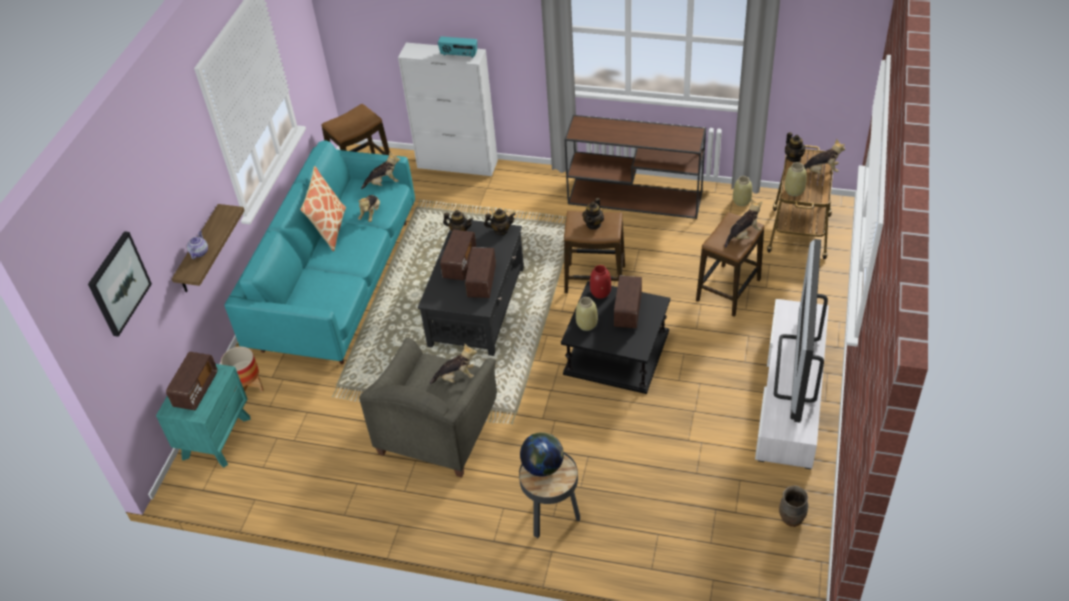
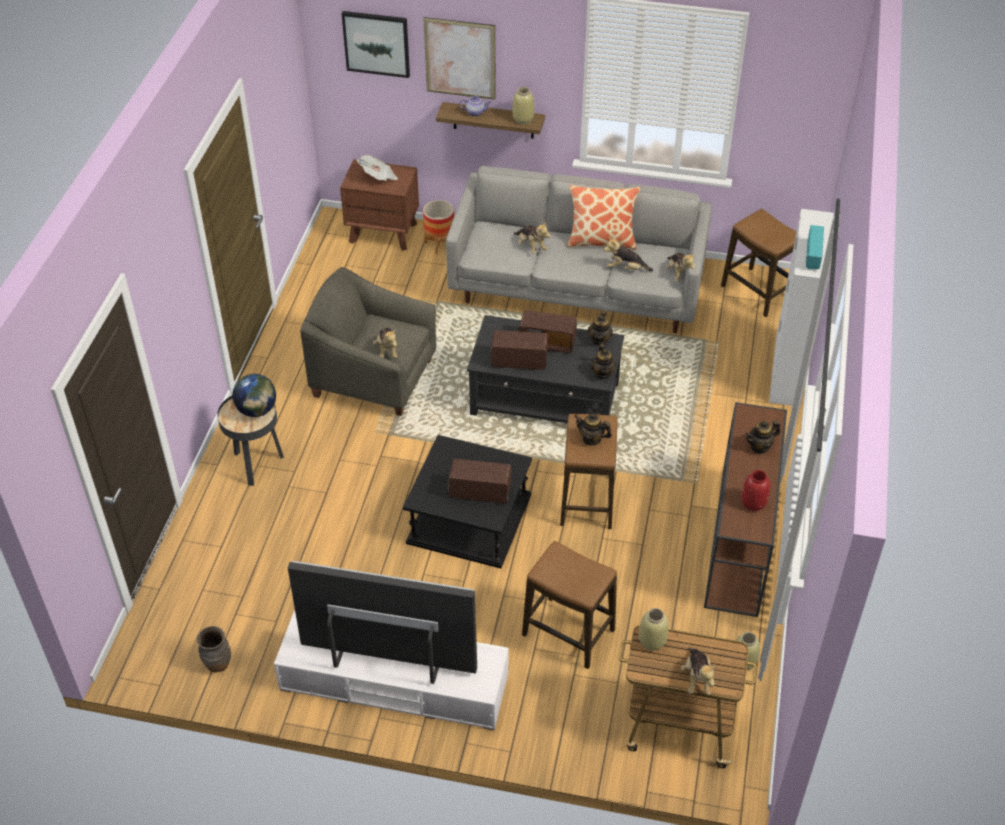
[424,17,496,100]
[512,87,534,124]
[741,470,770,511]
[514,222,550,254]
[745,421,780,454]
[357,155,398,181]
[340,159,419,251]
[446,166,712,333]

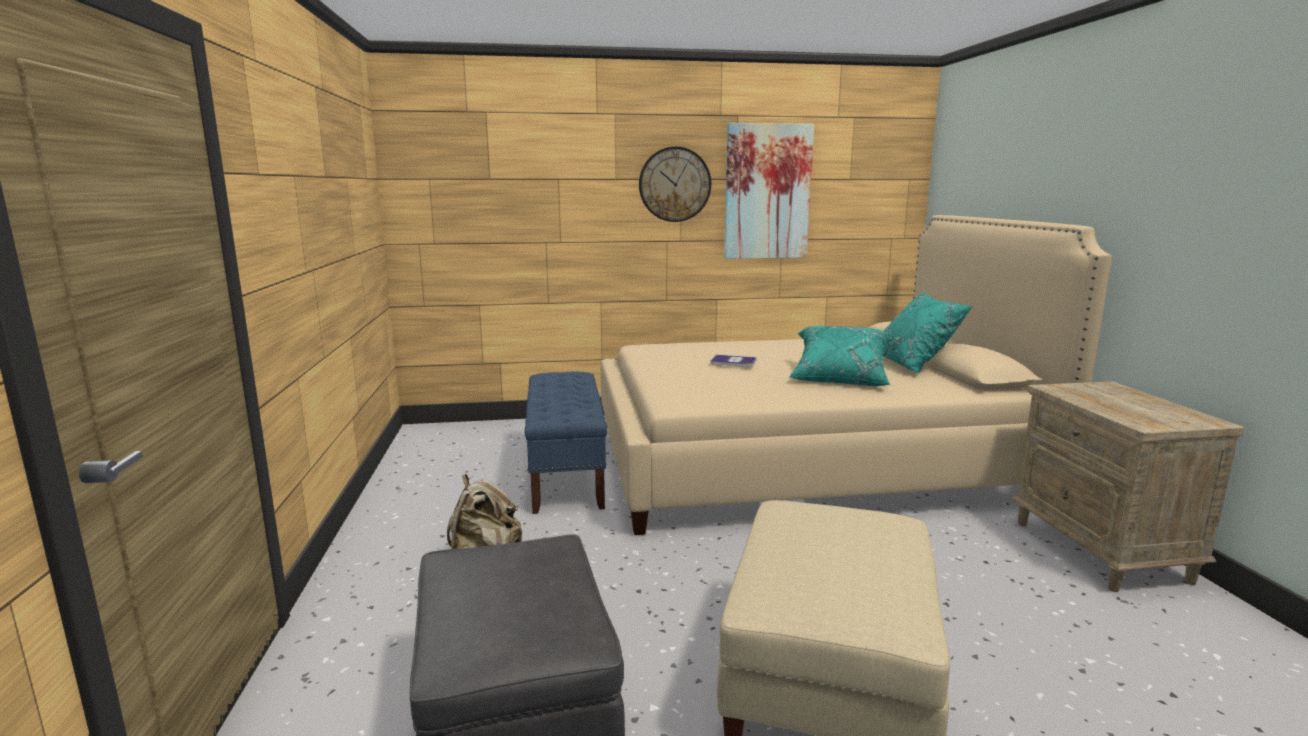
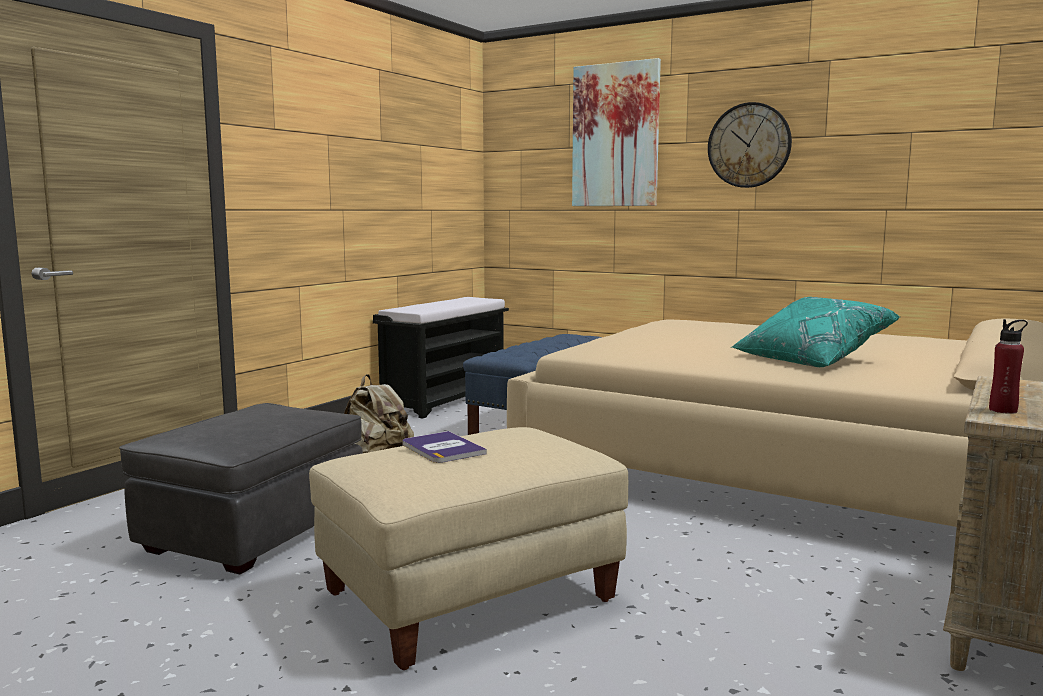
[882,292,973,373] (first image)
[373,297,509,419]
[989,319,1028,414]
[403,431,487,463]
[572,58,661,206]

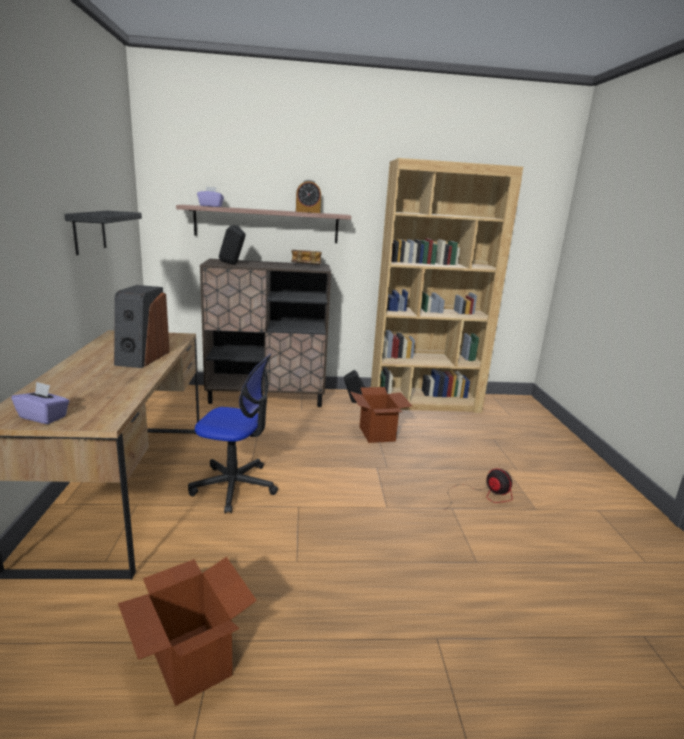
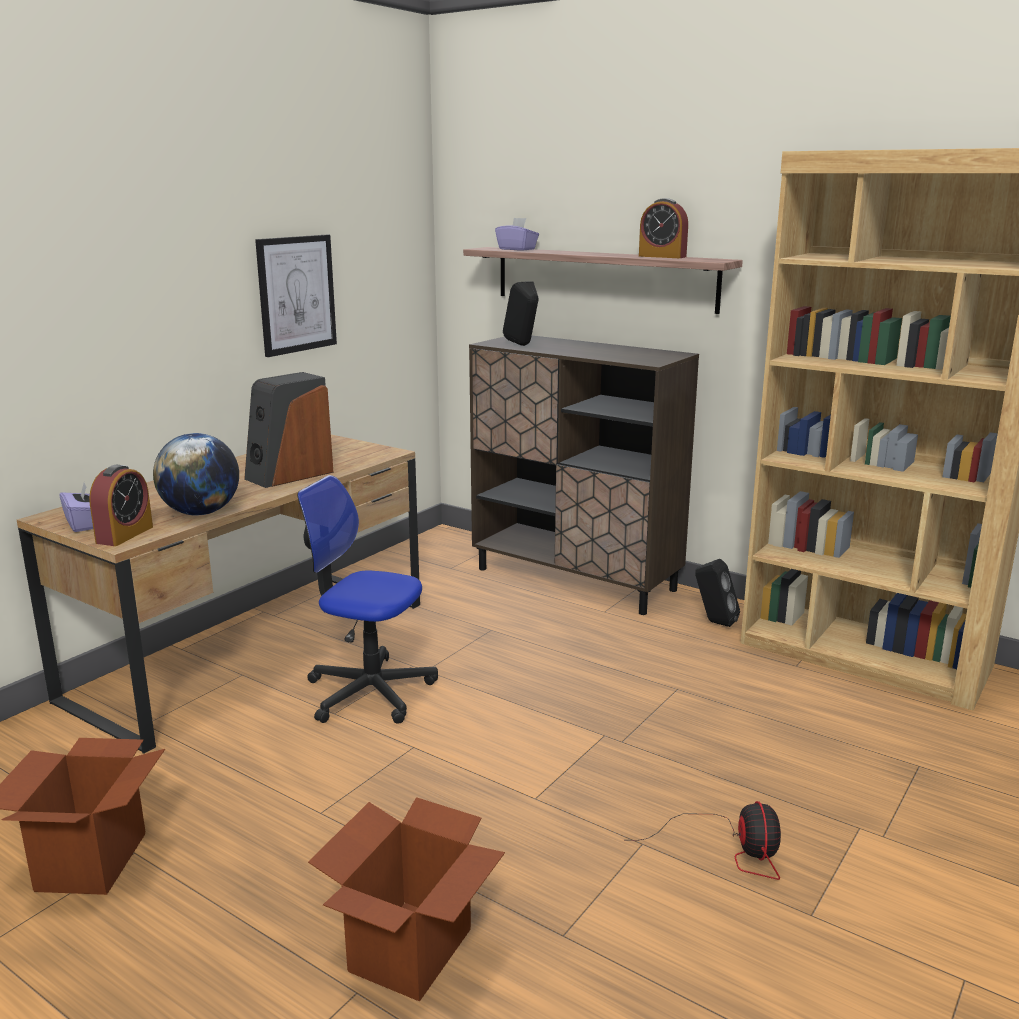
[291,250,322,265] (first image)
[89,465,153,546]
[153,433,239,515]
[308,797,505,1002]
[255,235,337,357]
[297,475,438,724]

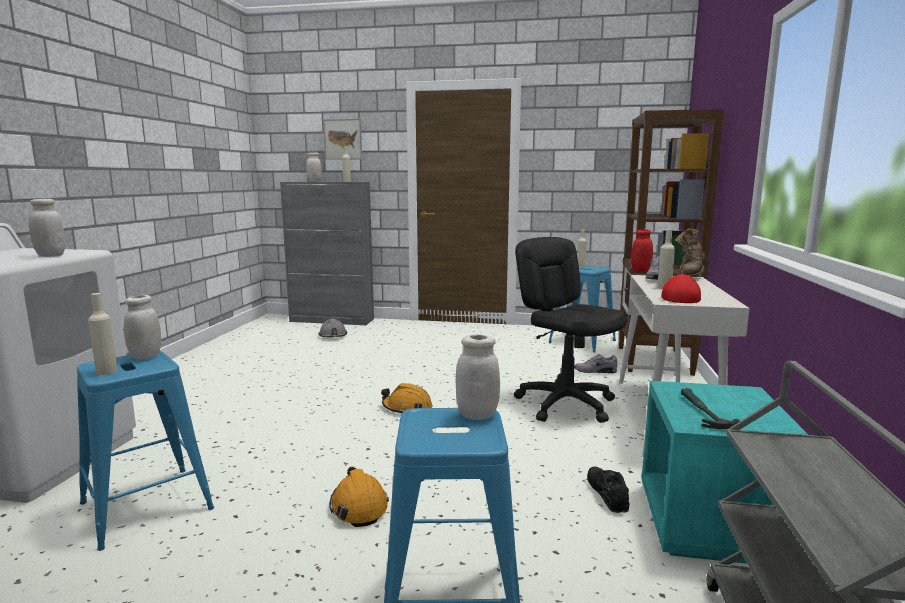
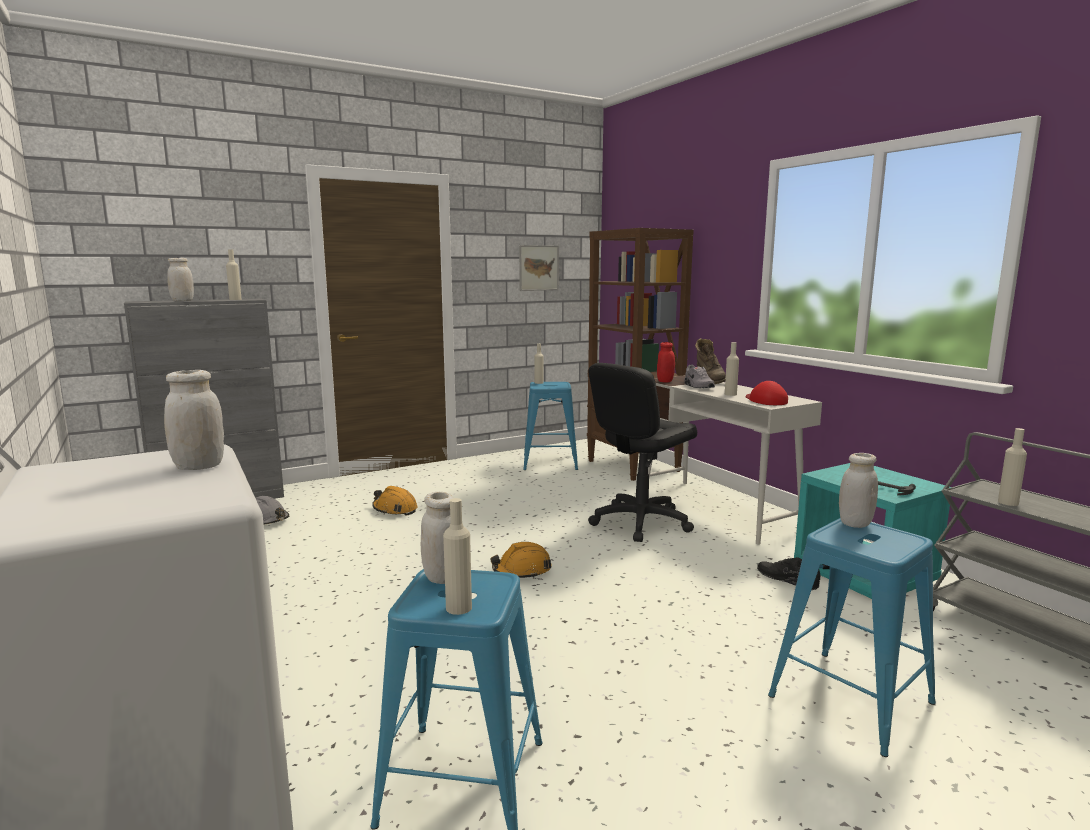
[574,354,618,373] (first image)
[998,428,1027,506]
[519,245,559,291]
[372,486,418,516]
[588,363,697,542]

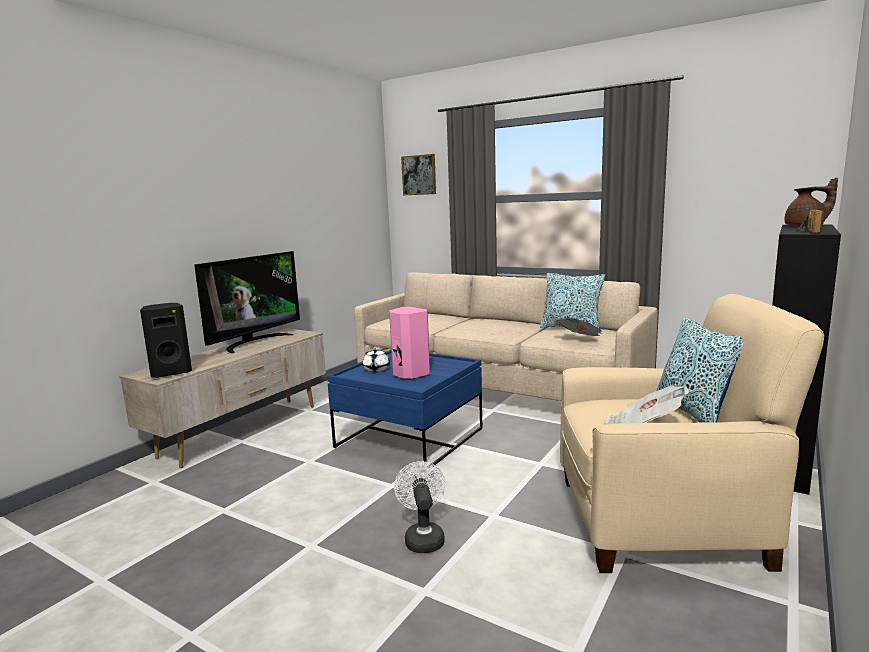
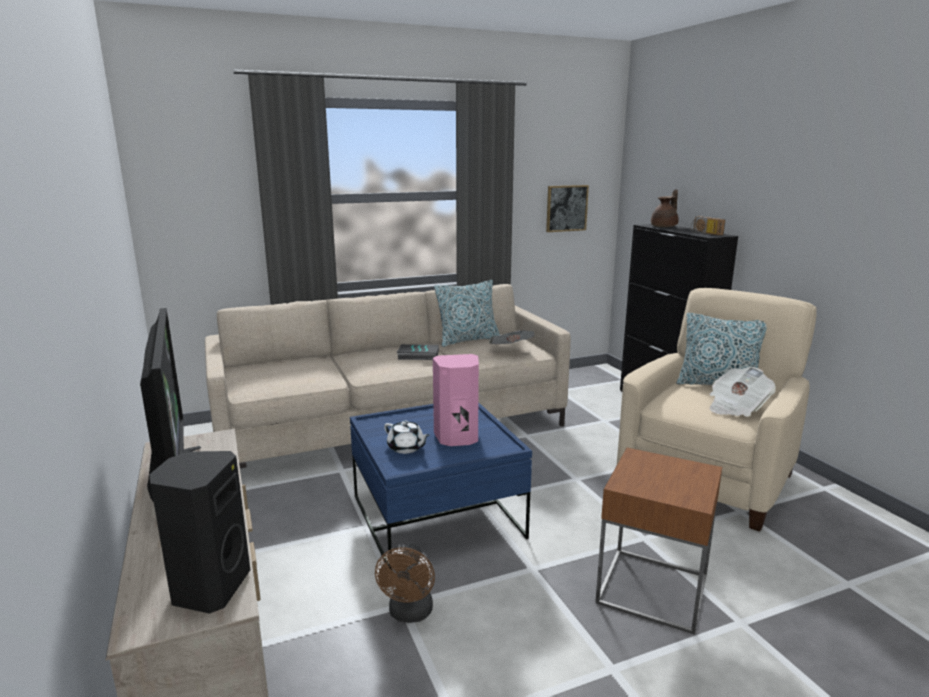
[375,544,435,623]
[397,344,439,360]
[546,185,589,232]
[595,448,722,635]

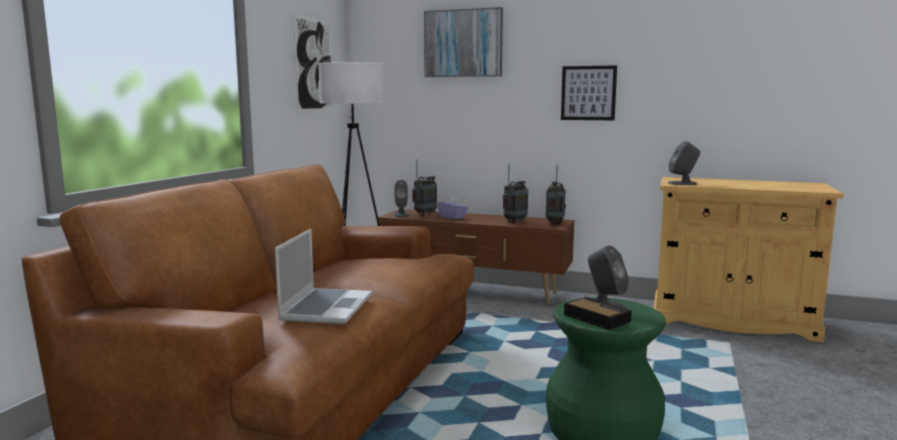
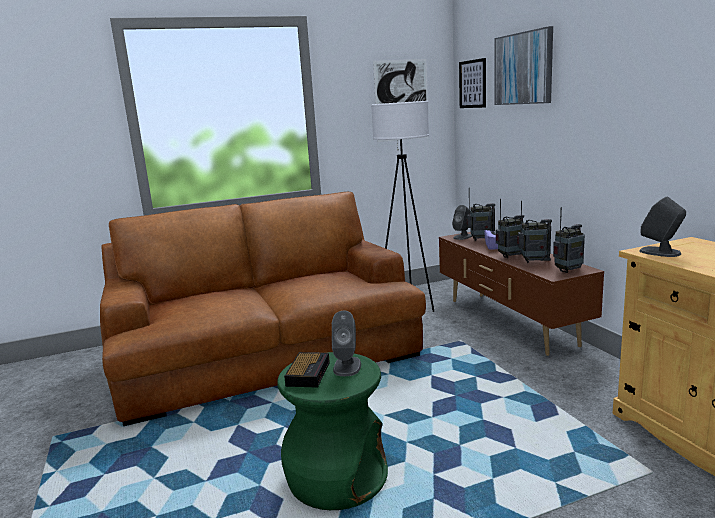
[275,229,372,324] (first image)
[496,199,524,259]
[459,58,486,108]

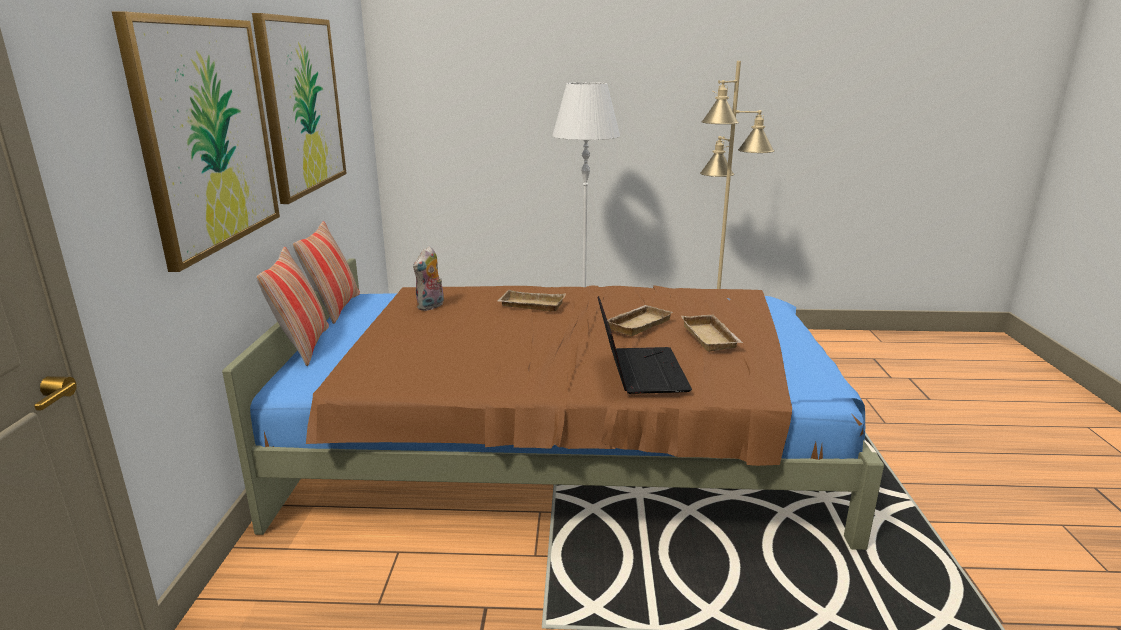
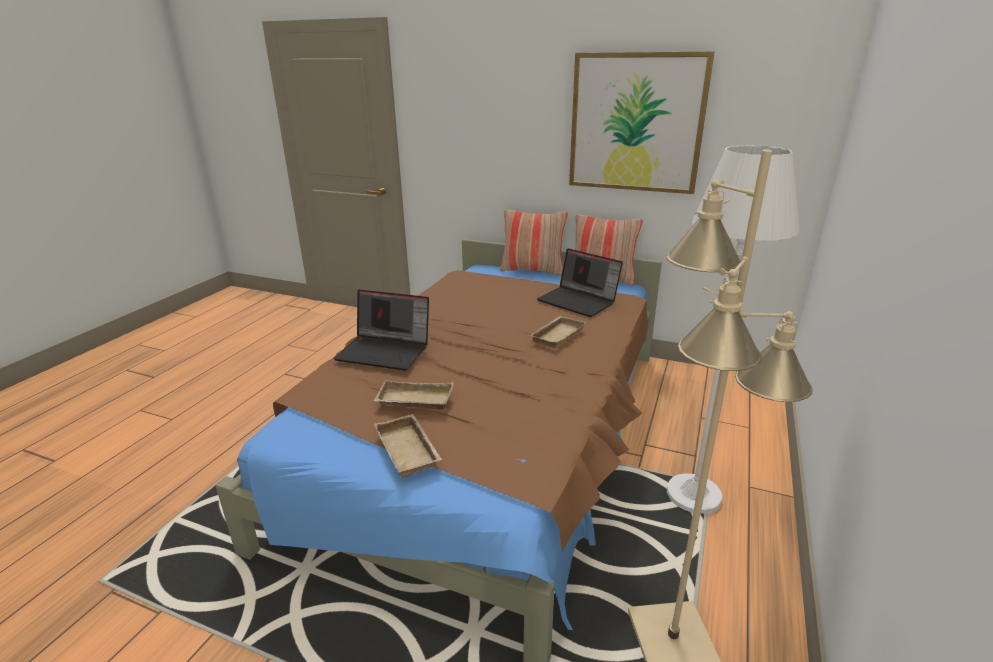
[112,11,280,272] (first image)
[374,414,442,478]
[537,248,623,317]

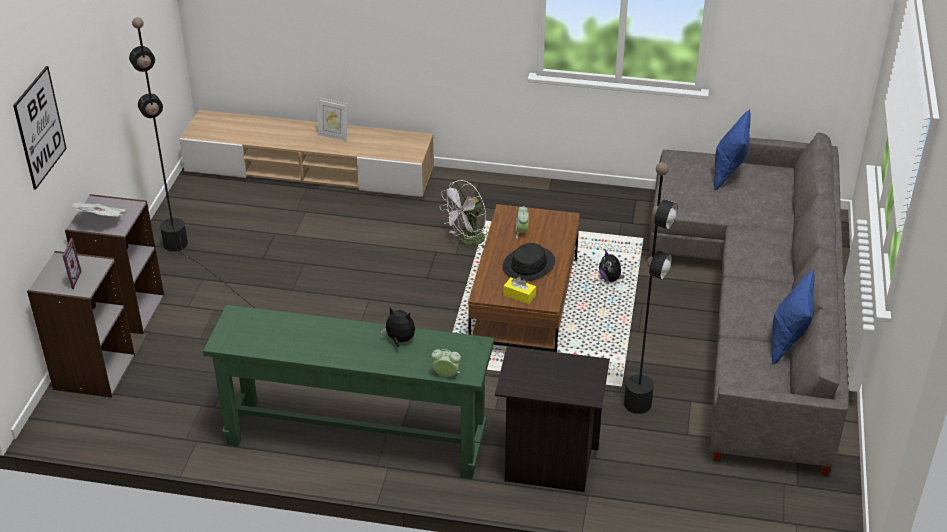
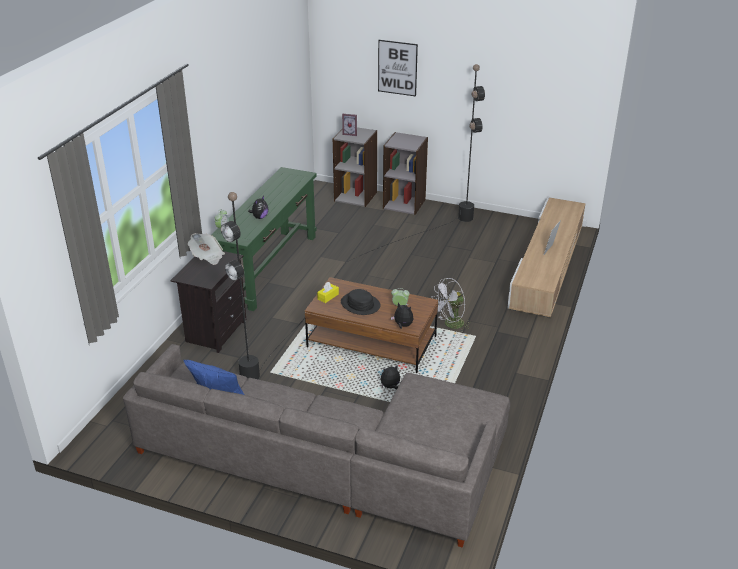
[714,109,751,190] (first image)
[391,303,413,329]
[188,233,225,265]
[432,278,471,332]

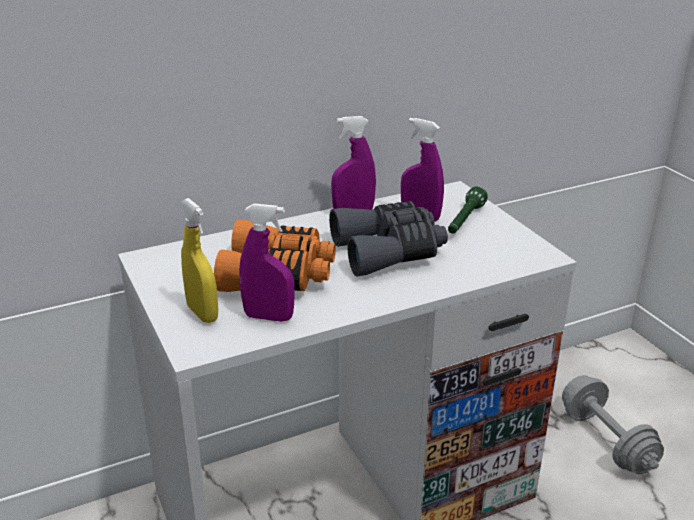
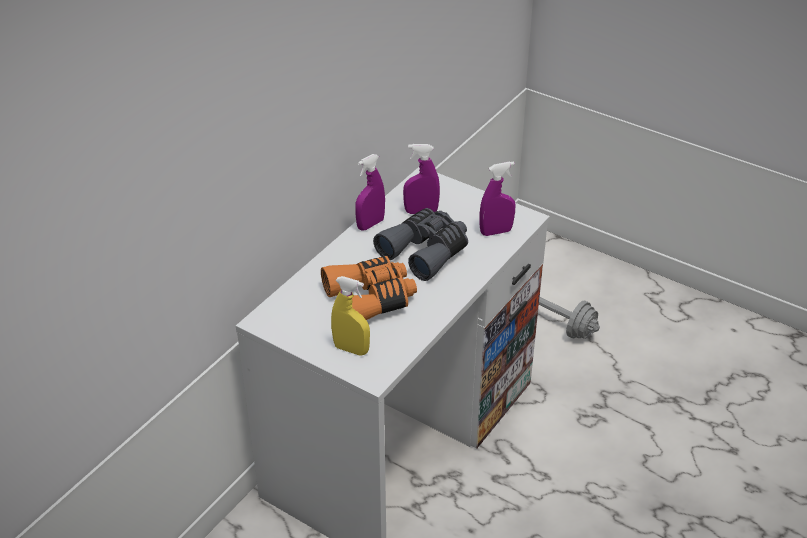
[448,186,488,234] (first image)
[479,162,515,236]

